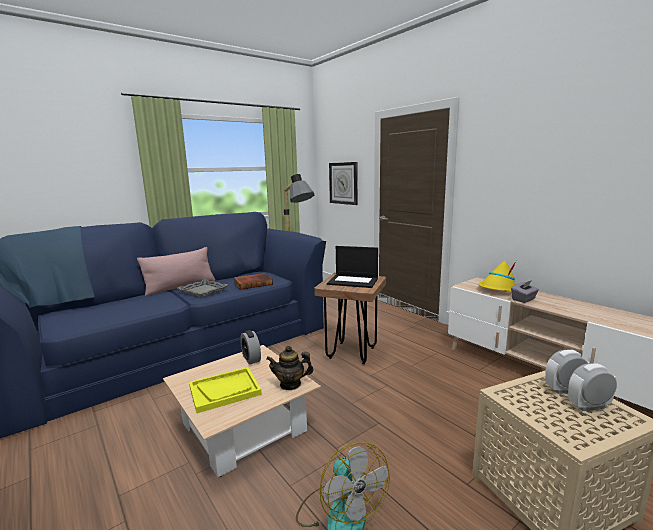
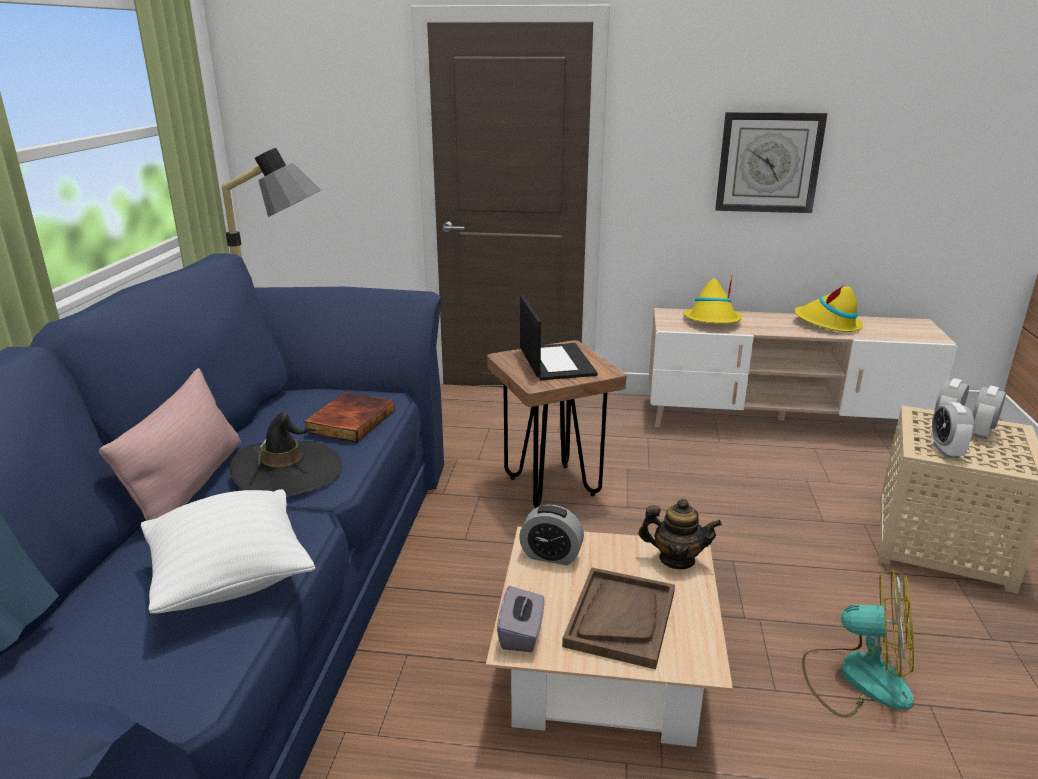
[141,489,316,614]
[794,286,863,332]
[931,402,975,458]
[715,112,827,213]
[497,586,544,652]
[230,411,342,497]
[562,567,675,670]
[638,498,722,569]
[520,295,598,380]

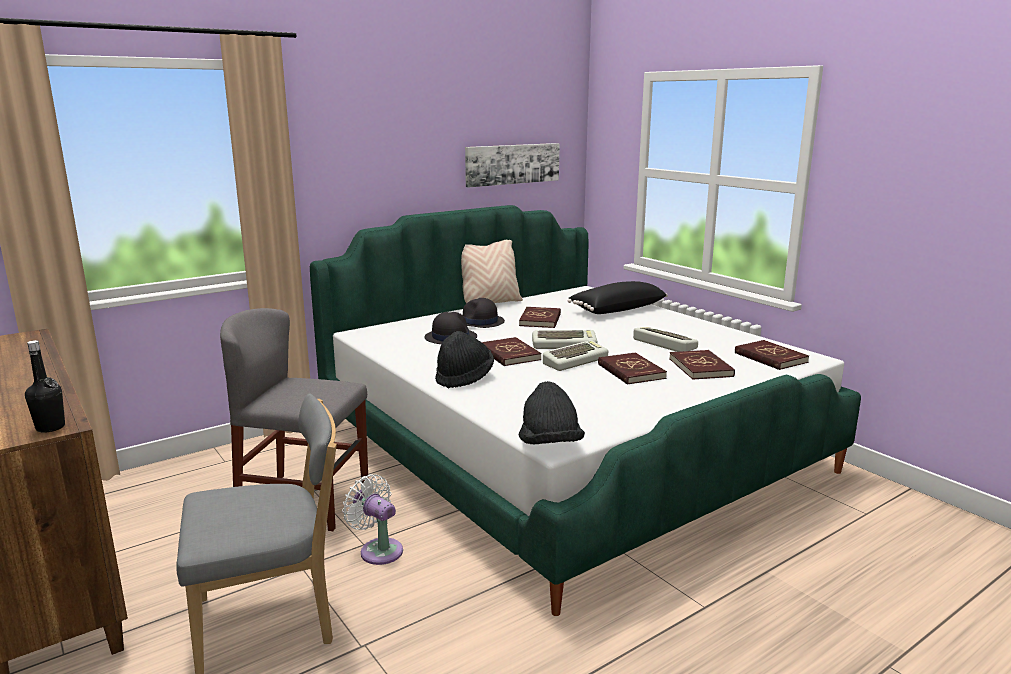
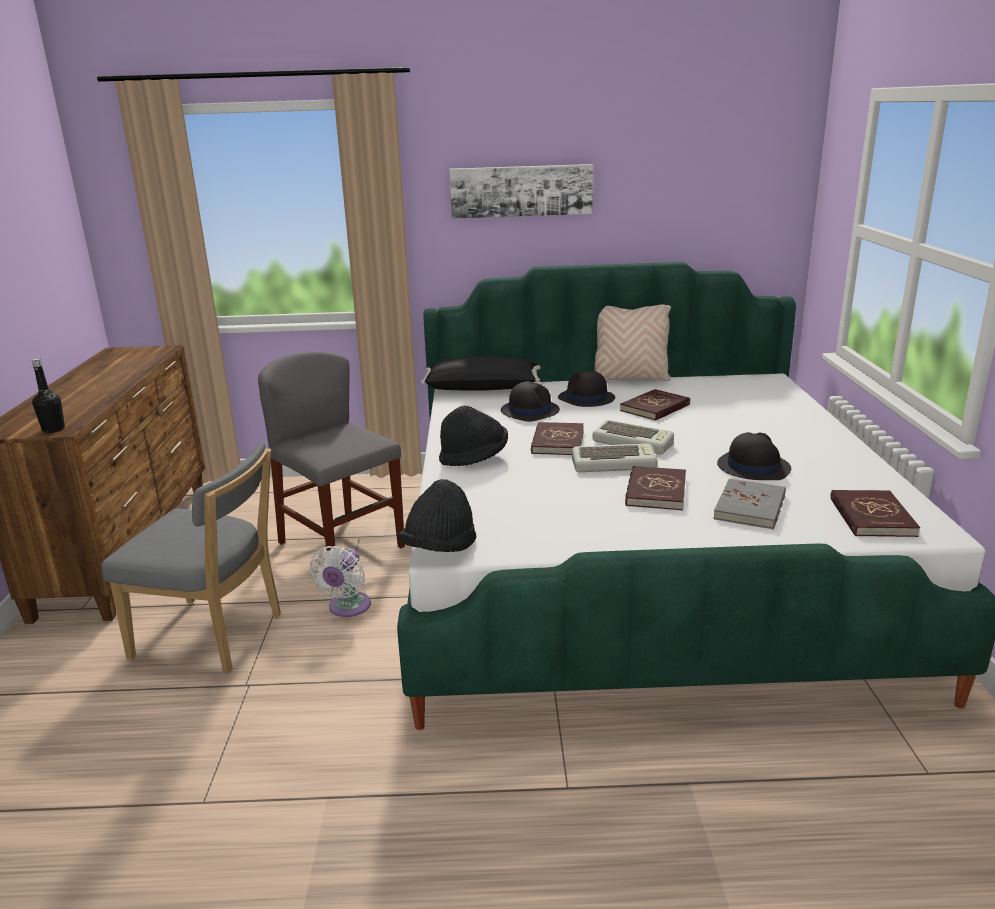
[449,164,593,219]
[421,356,541,391]
[717,432,791,480]
[713,479,786,529]
[310,546,371,617]

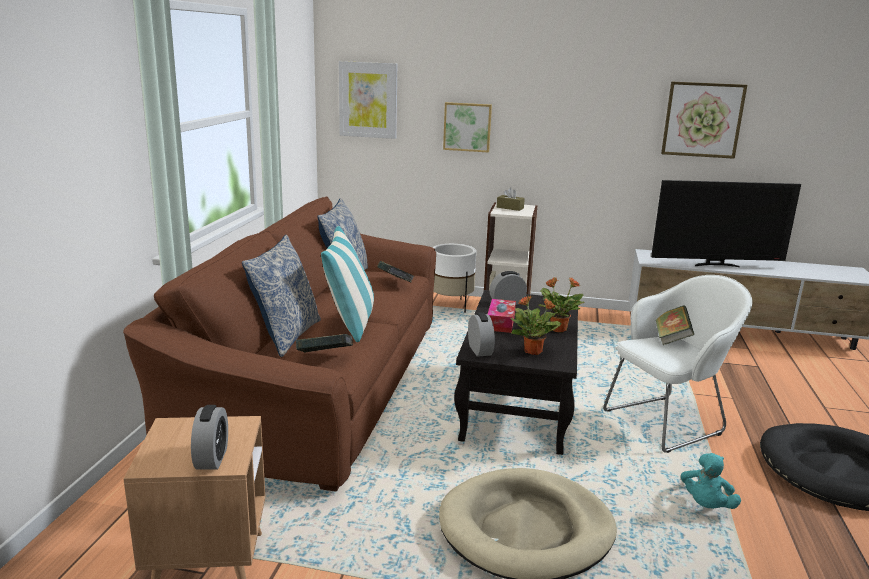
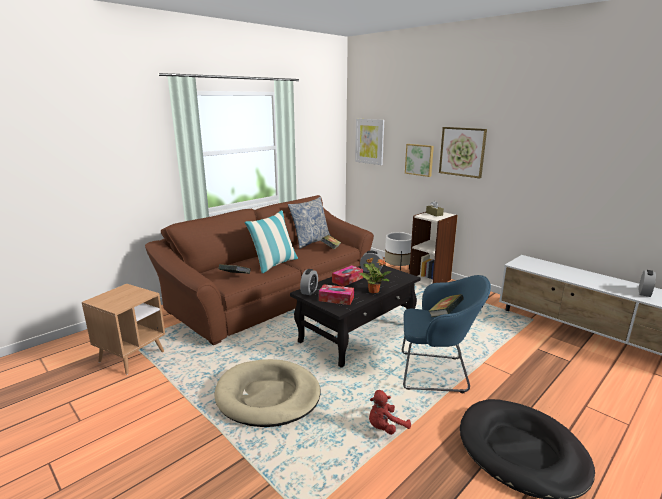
[242,235,321,357] (first image)
[651,180,801,267] (first image)
[639,270,656,297]
[439,127,487,178]
[319,284,354,305]
[402,275,491,393]
[369,390,411,435]

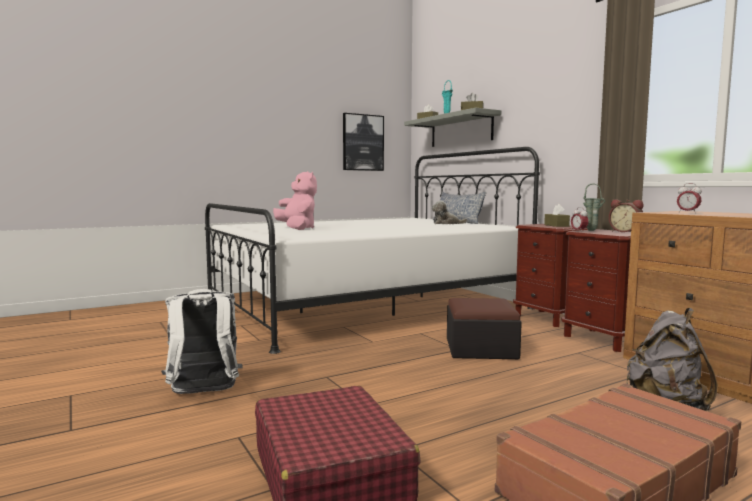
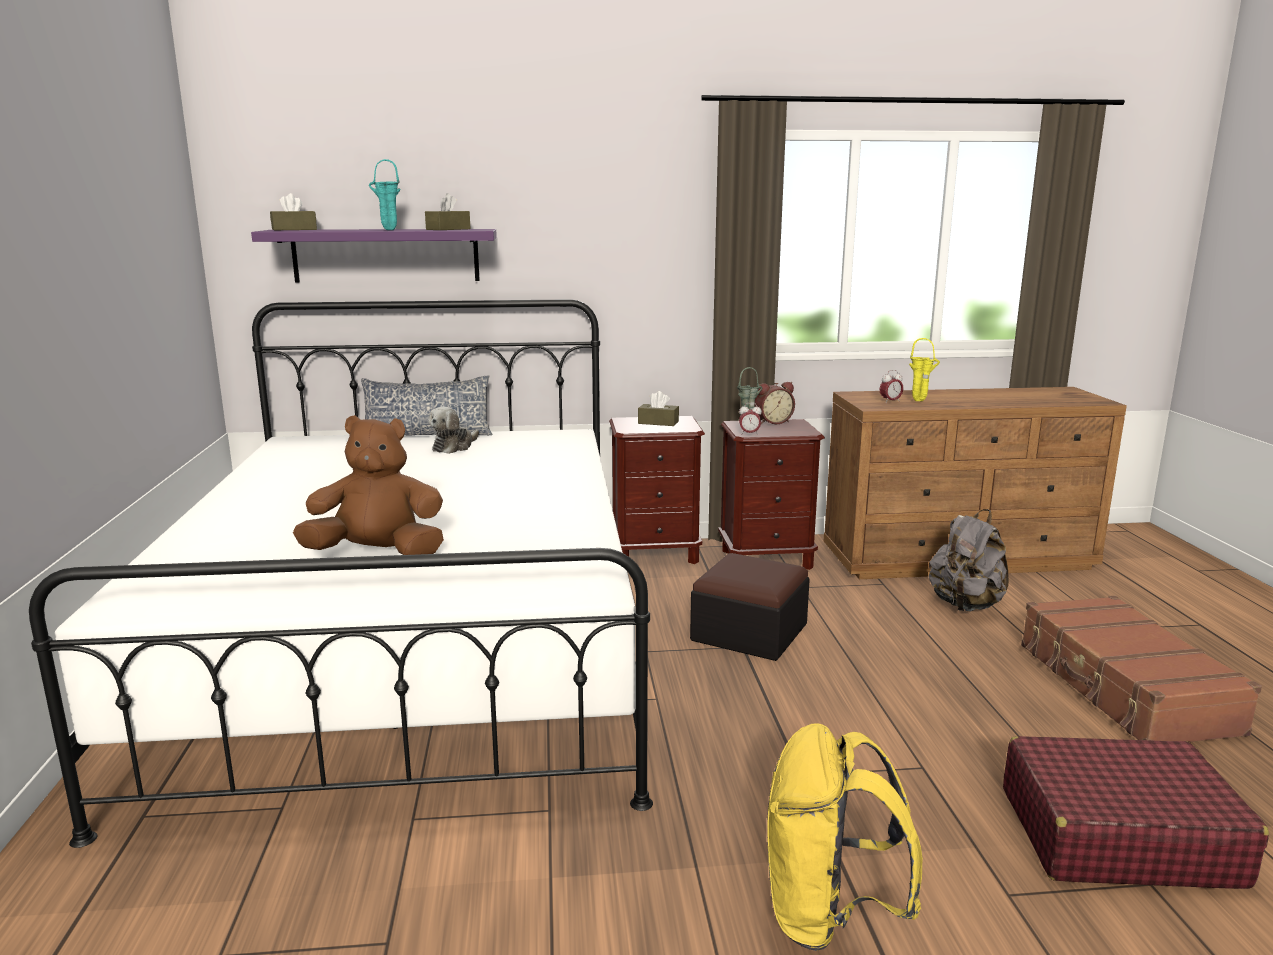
[343,113,384,171] (first image)
[909,338,940,401]
[767,723,923,951]
[293,415,444,555]
[251,229,497,283]

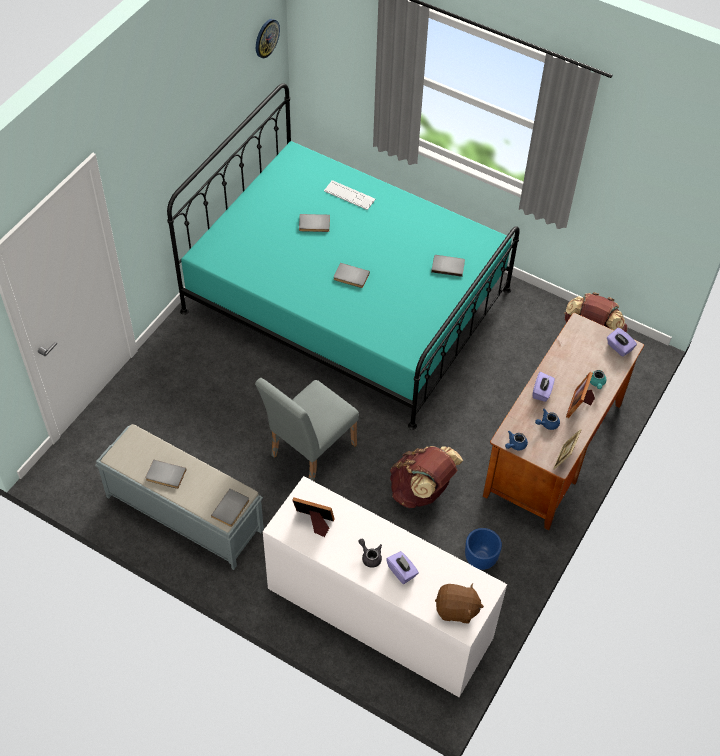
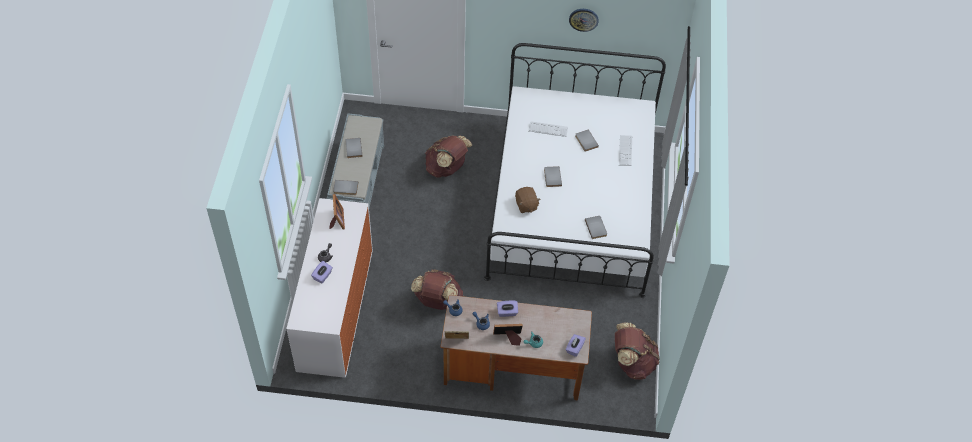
[255,378,359,481] (first image)
[465,528,502,570] (first image)
[425,135,472,178]
[528,121,568,137]
[569,9,598,32]
[515,187,541,213]
[484,43,666,298]

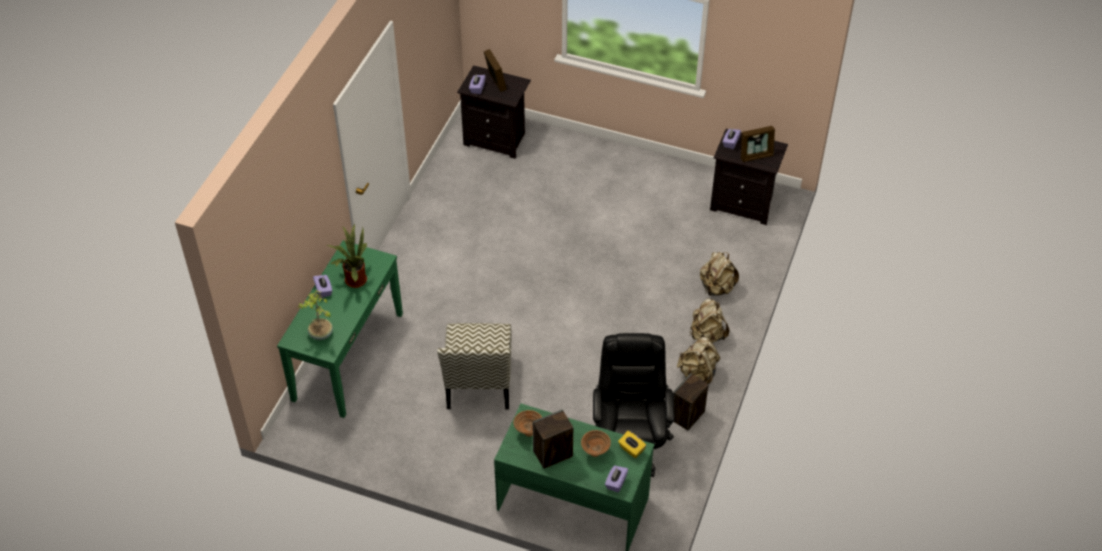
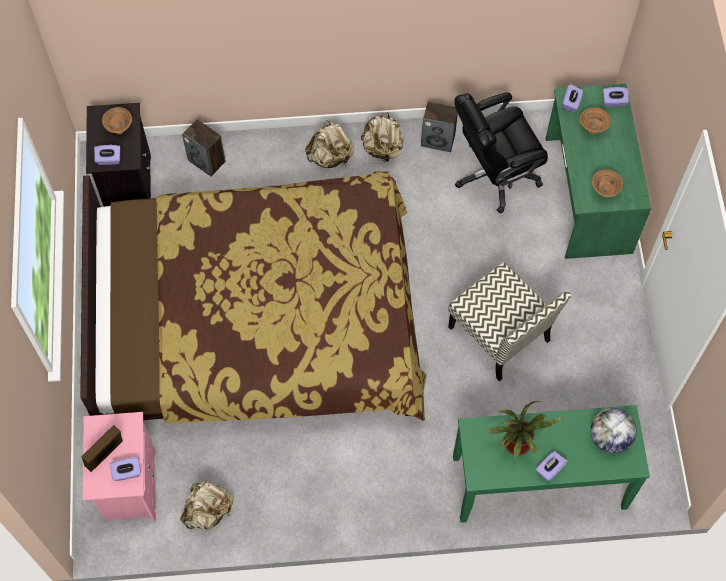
[80,171,427,424]
[182,119,226,177]
[180,481,233,530]
[591,408,637,454]
[102,107,132,134]
[83,412,156,522]
[562,84,583,112]
[448,262,571,381]

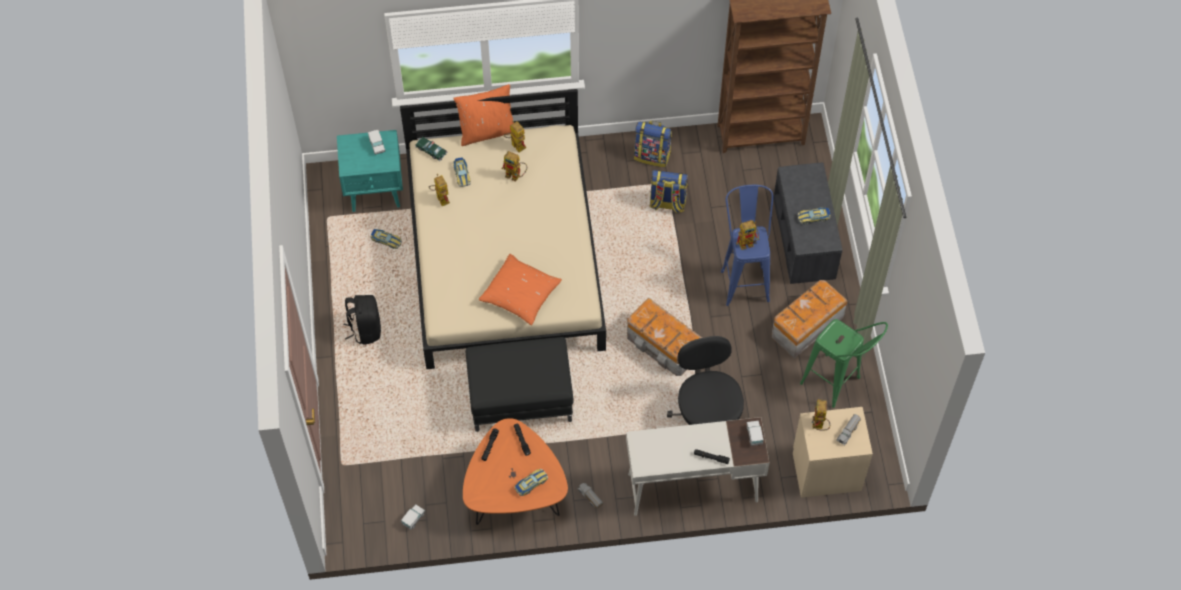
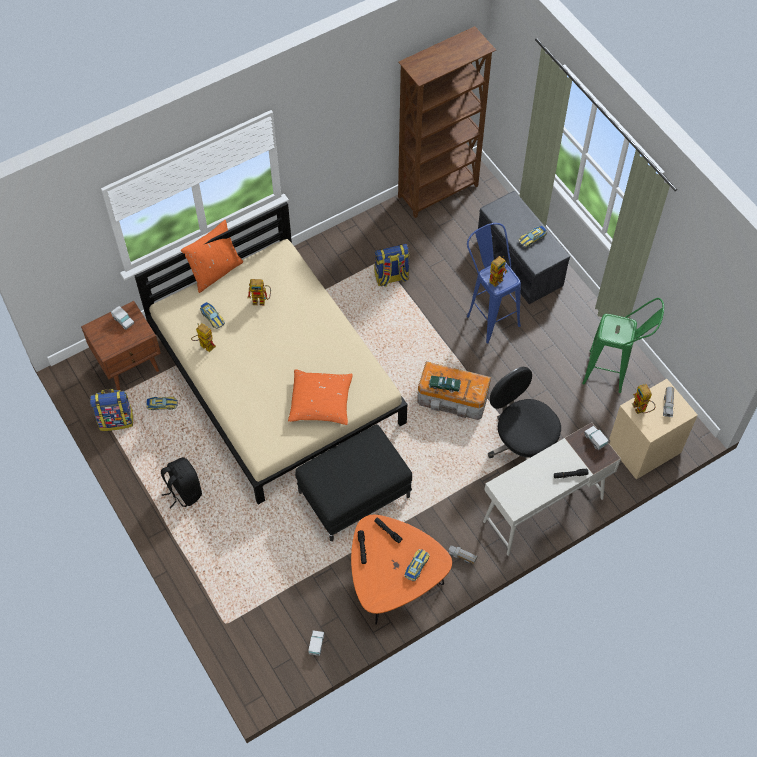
[504,121,527,153] (first image)
[772,280,848,358] (first image)
[429,375,461,392]
[90,389,133,431]
[81,301,161,390]

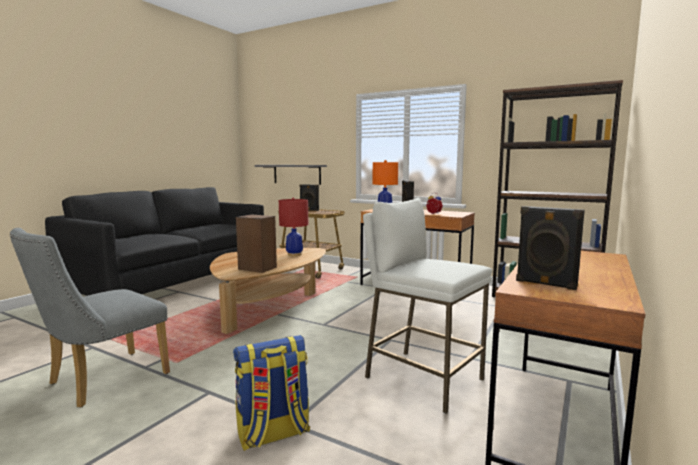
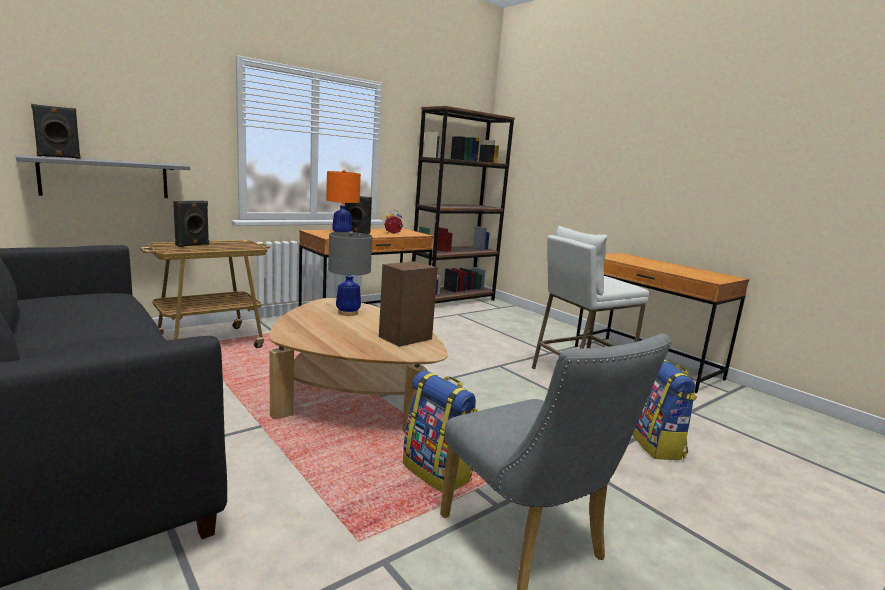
[403,371,478,492]
[31,104,81,159]
[328,231,372,316]

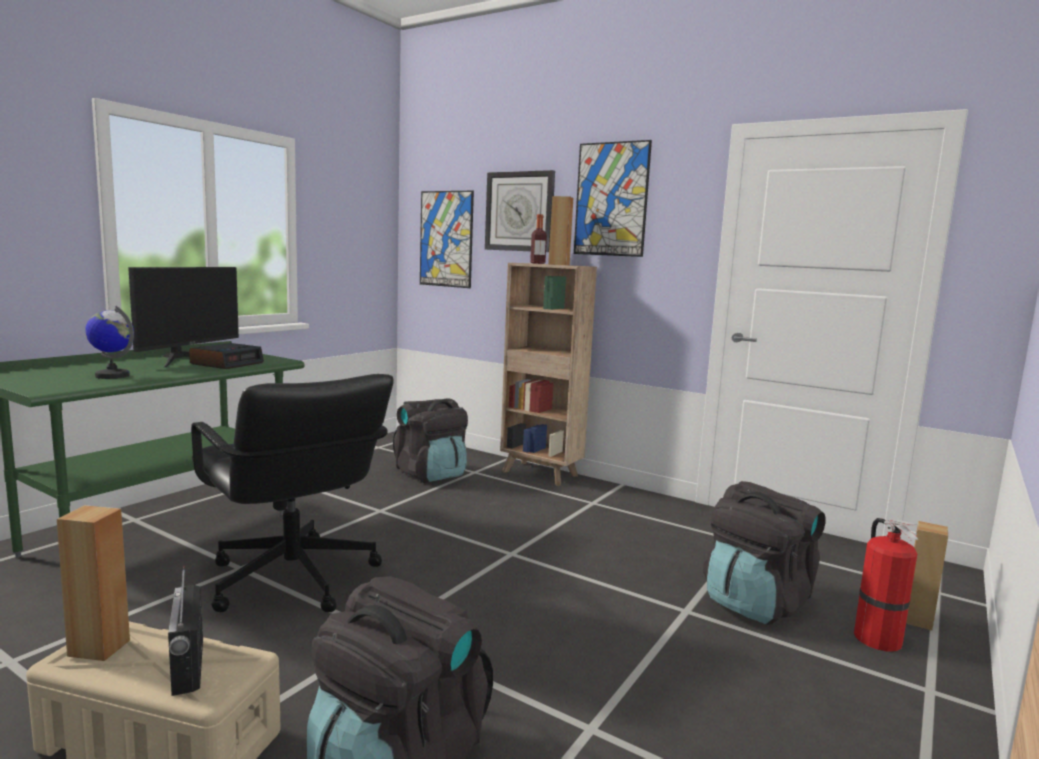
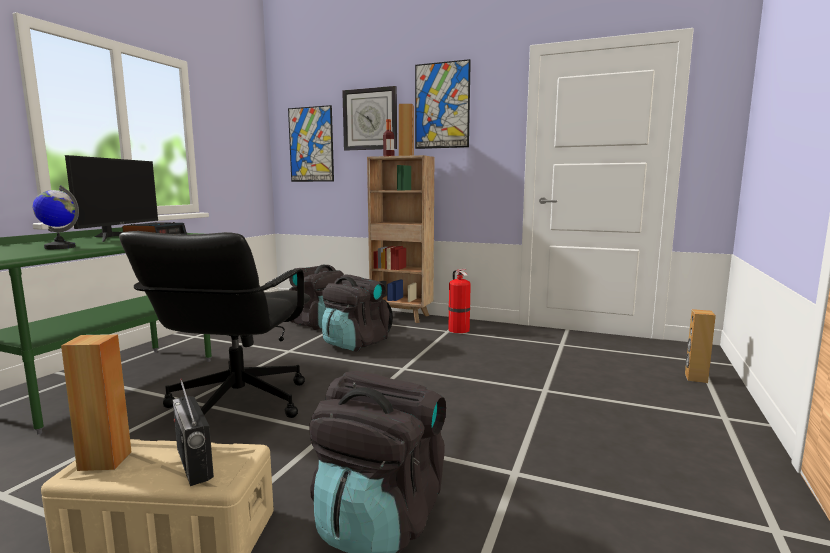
[322,274,393,352]
[448,269,471,333]
[119,231,310,418]

